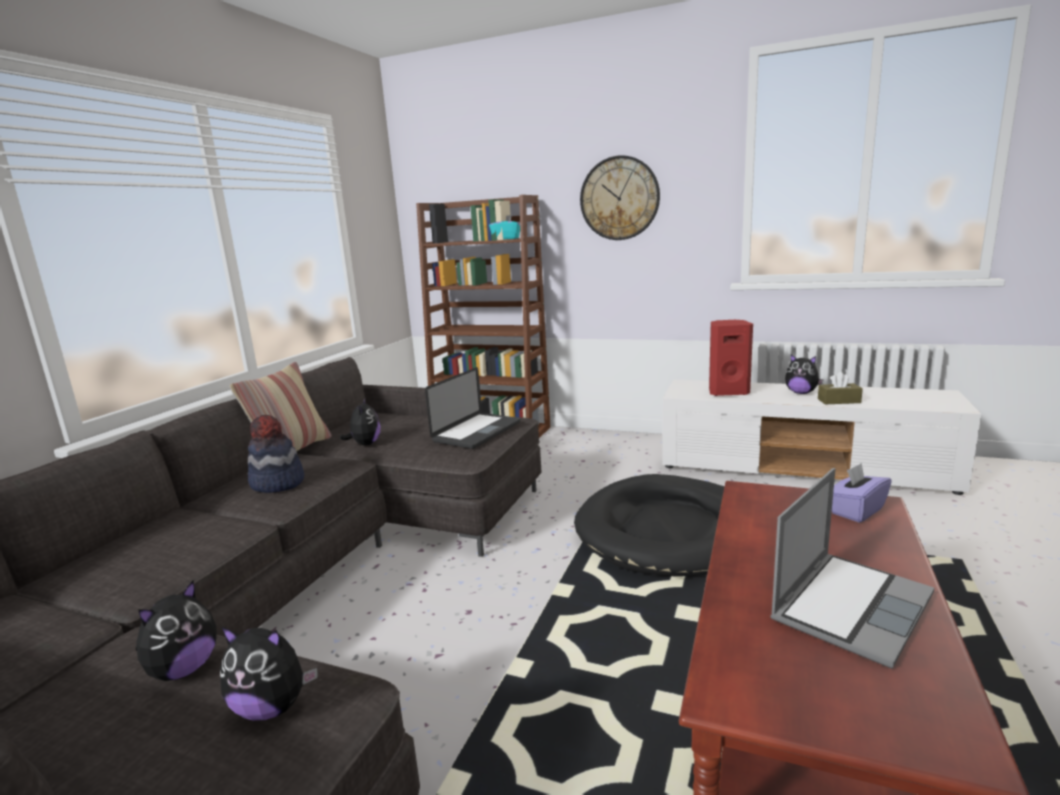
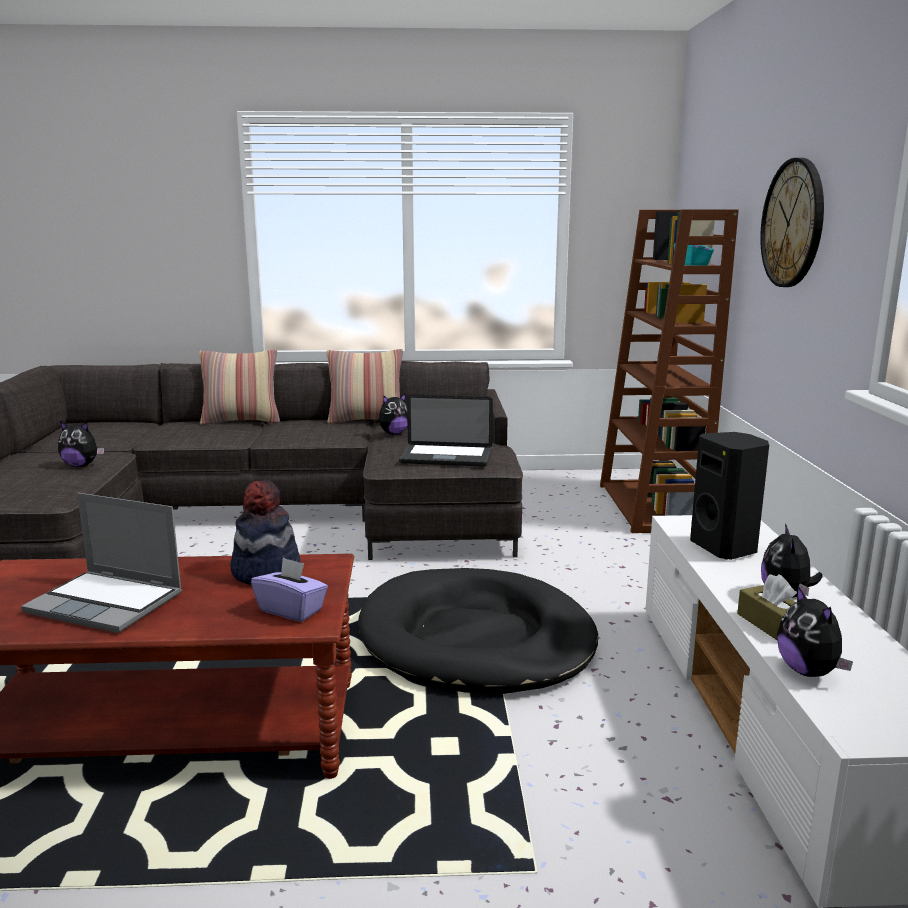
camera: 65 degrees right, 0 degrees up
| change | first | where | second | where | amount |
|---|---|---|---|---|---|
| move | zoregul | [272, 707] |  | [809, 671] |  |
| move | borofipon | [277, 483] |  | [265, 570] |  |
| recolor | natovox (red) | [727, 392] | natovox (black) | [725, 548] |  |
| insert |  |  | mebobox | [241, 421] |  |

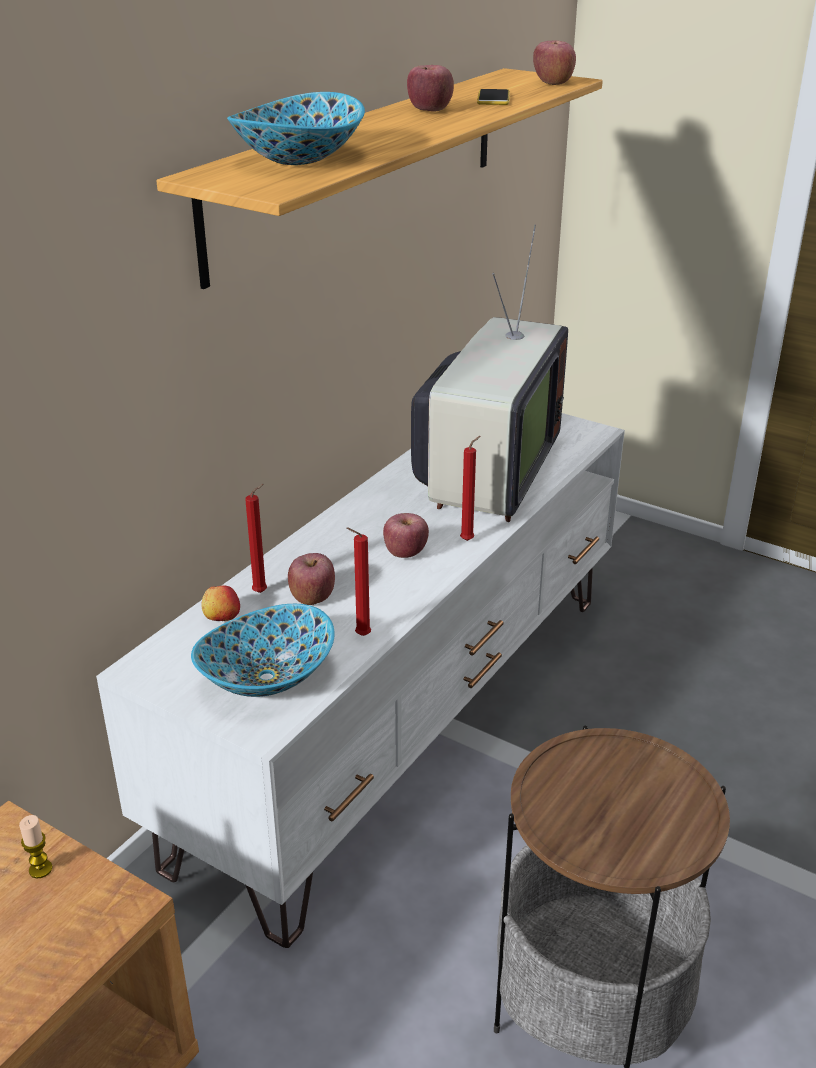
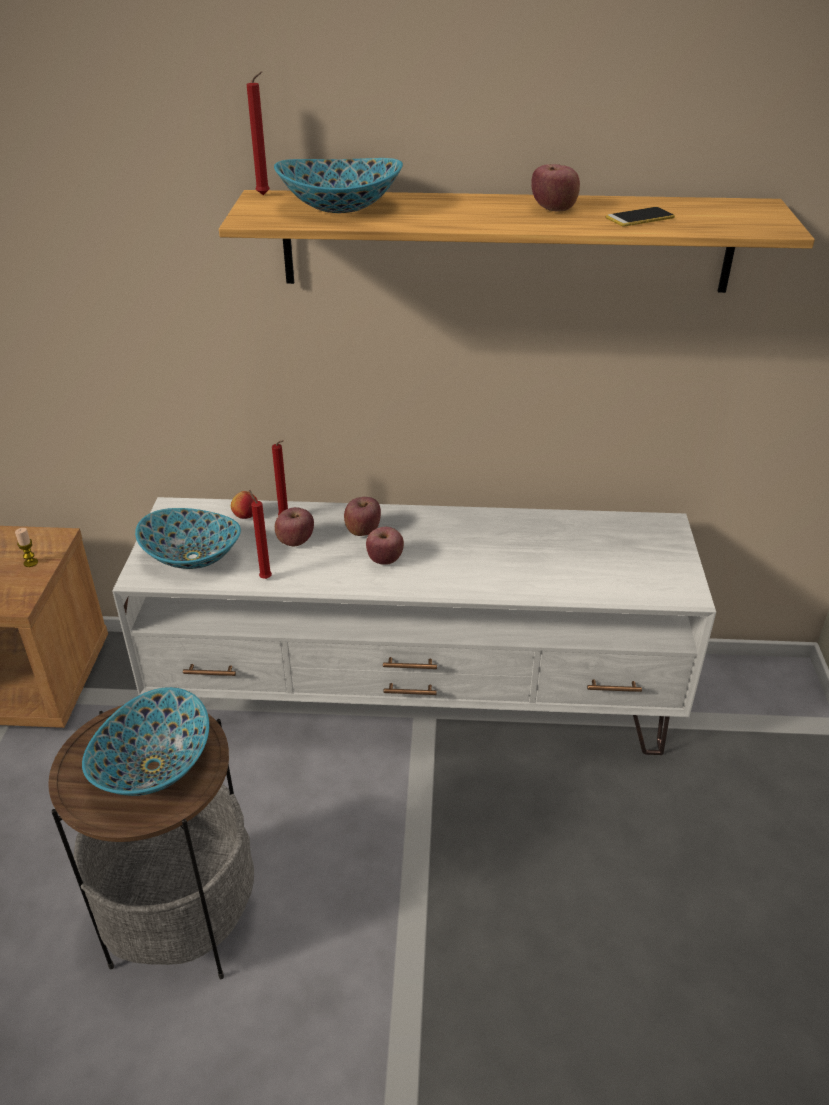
camera: 60 degrees right, 5 degrees up
| change | first | where | second | where | amount |
|---|---|---|---|---|---|
| delete | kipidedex | [486, 474] |  |  |  |
| move | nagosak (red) | [469, 540] |  | [265, 195] |  |
| move | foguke | [553, 83] |  | [363, 530] |  |
| insert |  |  | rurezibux | [155, 767] |  |

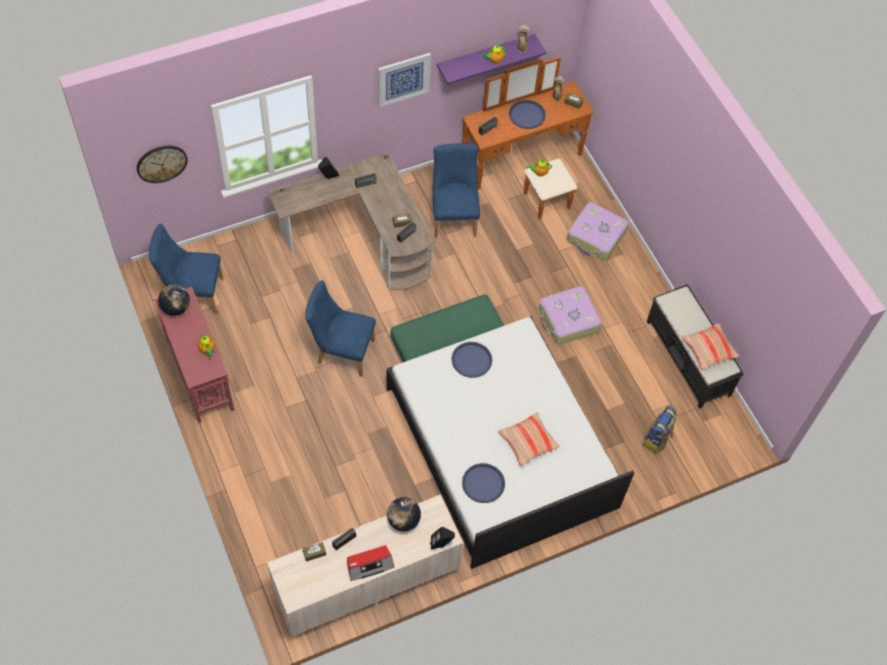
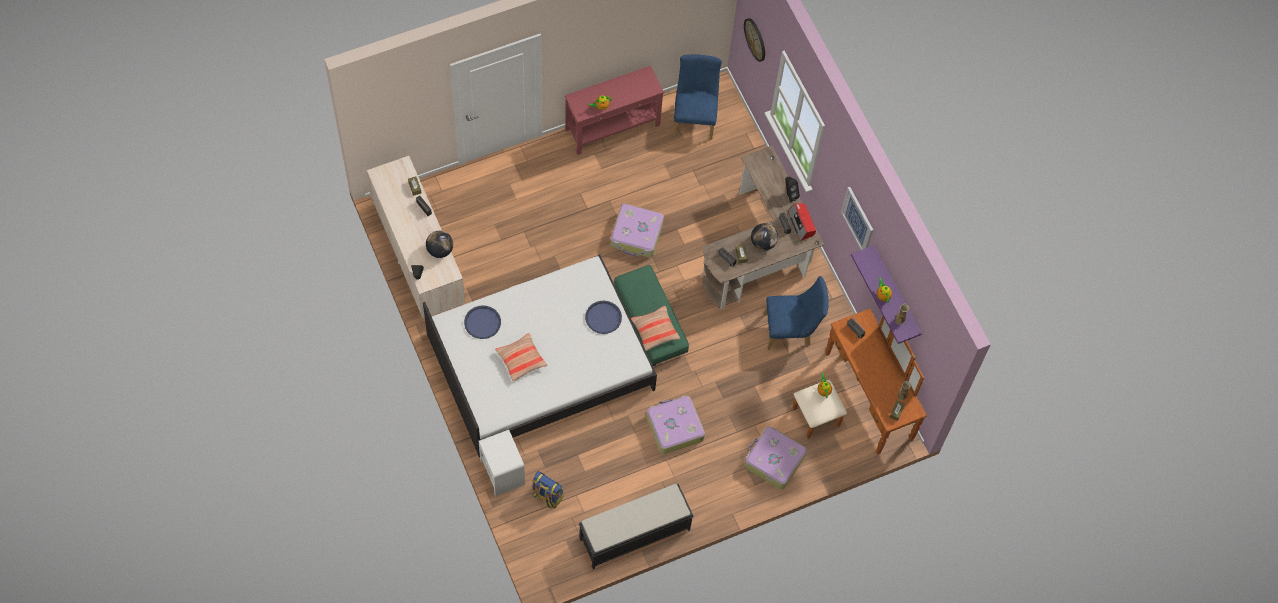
camera: 90 degrees right, 5 degrees up
| change | first | where | second | where | amount |
|---|---|---|---|---|---|
| move | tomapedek | [176, 308] |  | [763, 243] |  |
| replace | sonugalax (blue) | [341, 351] | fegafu | [636, 235] |  |
| move | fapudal | [369, 565] |  | [801, 224] |  |
| delete | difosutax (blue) | [527, 115] |  |  |  |
| move | mebobox | [708, 349] |  | [655, 330] |  |
| insert |  |  | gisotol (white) | [502, 472] |  |

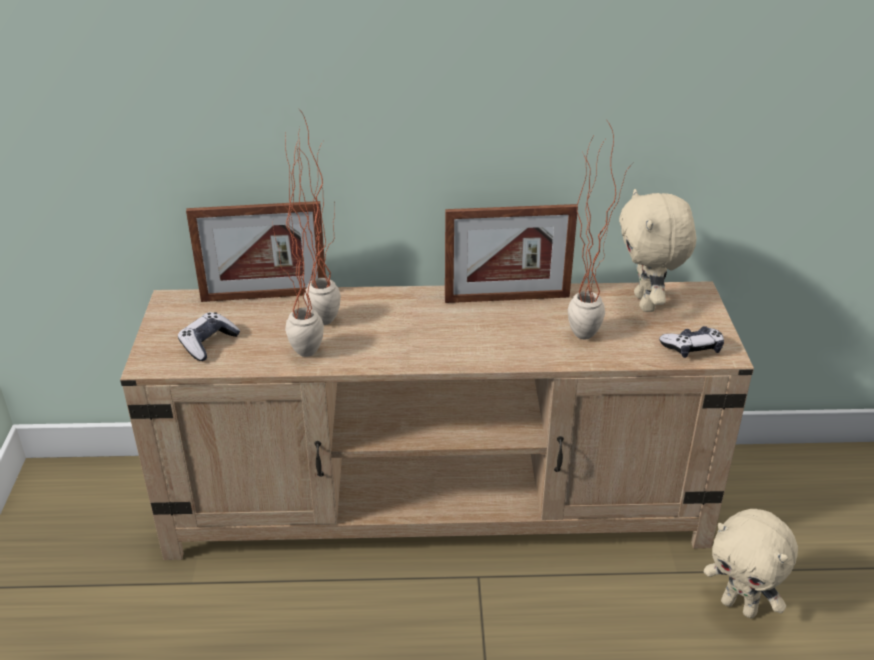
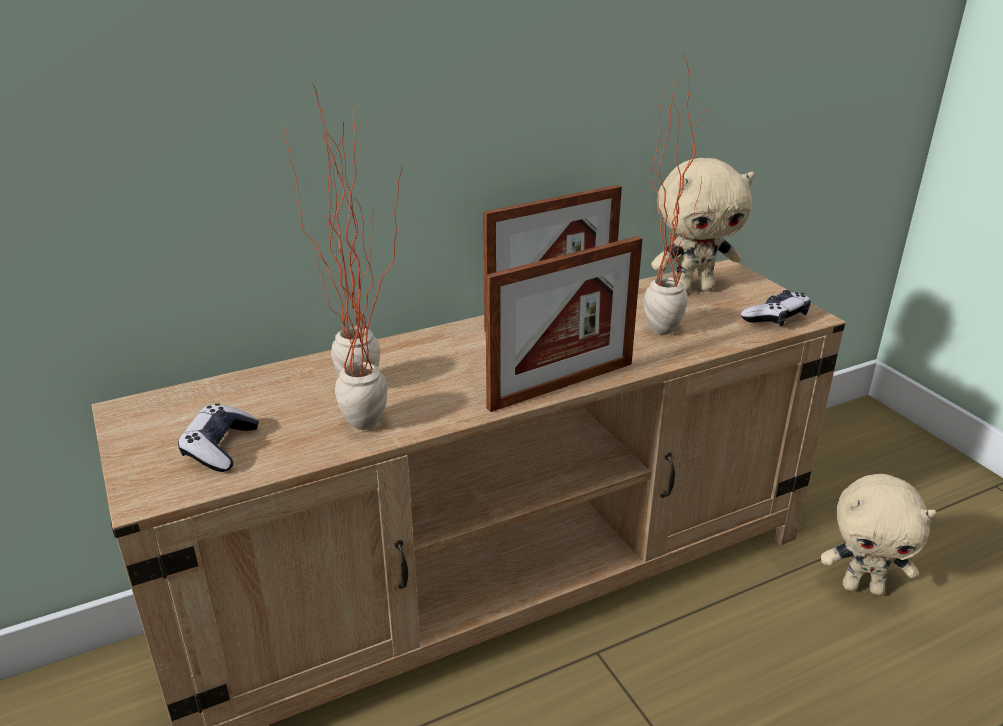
camera: 25 degrees left, 5 degrees down
| change | first | where | second | where | amount |
|---|---|---|---|---|---|
| move | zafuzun | [264, 296] |  | [562, 385] |  |
| rotate | zoregul (beige) | [647, 303] |  | [693, 289] | 75 degrees counterclockwise |

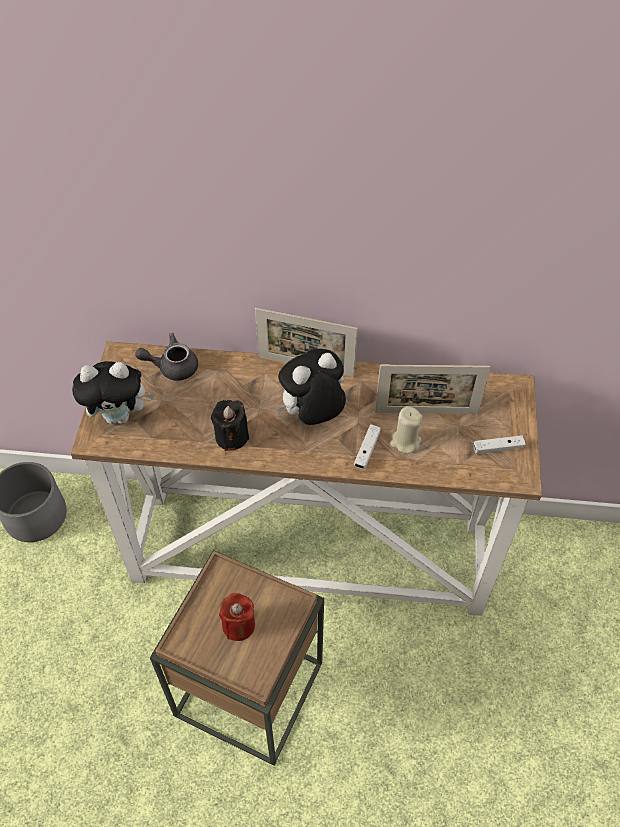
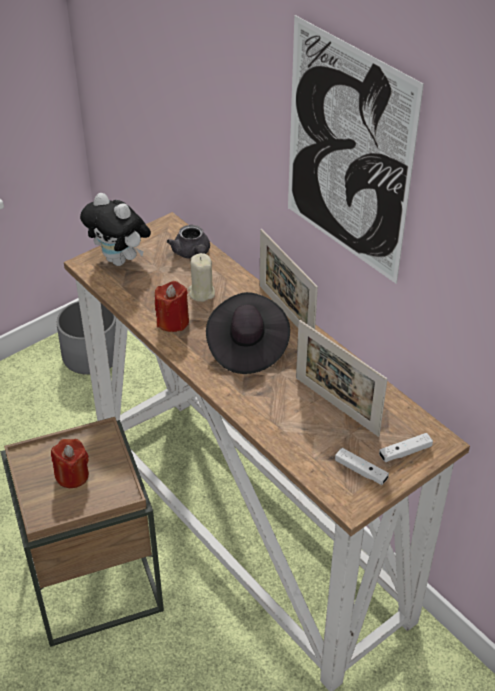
camera: 45 degrees right, 10 degrees down
| change | first | where | second | where | amount |
|---|---|---|---|---|---|
| rotate | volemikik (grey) | [172, 367] |  | [192, 254] | 150 degrees counterclockwise |
| recolor | nagosak (black) | [232, 437] | nagosak (red) | [173, 321] |  |
| replace | zoregul | [312, 415] | borofipon (black) | [247, 347] |  |
| move | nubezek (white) | [367, 450] |  | [405, 452] |  |
| move | nagosak (beige) | [405, 442] |  | [201, 293] |  |
| insert |  |  | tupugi | [347, 153] |  |

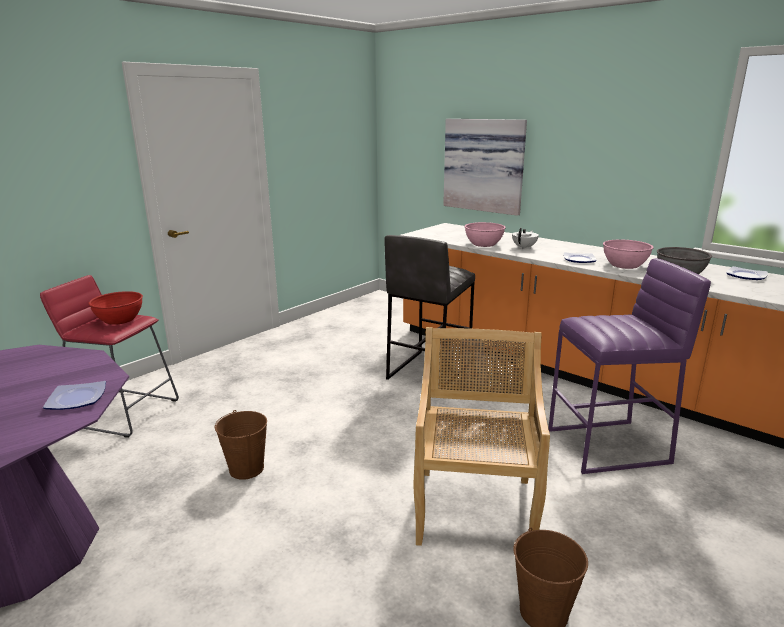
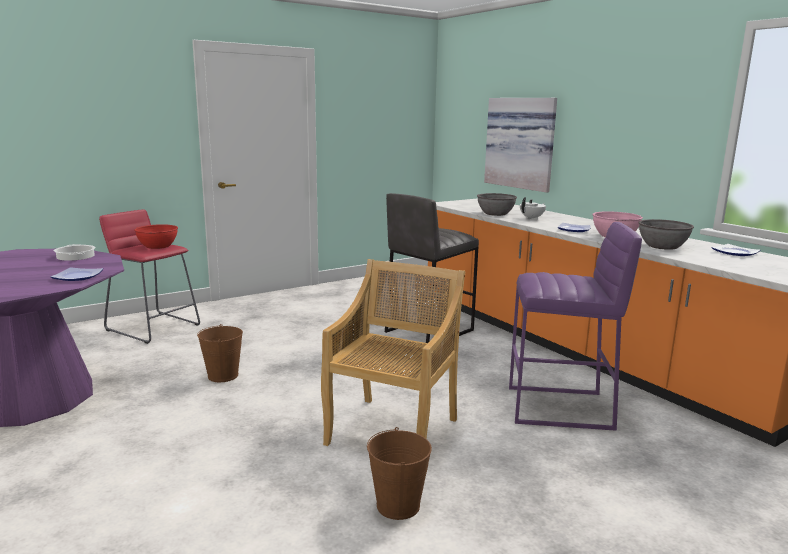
camera: 15 degrees right, 5 degrees down
| change | first | where | second | where | amount |
|---|---|---|---|---|---|
| recolor | rurezibux (pink) | [483, 244] | rurezibux (grey) | [495, 213] |  |
| insert |  |  | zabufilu | [75, 256] |  |

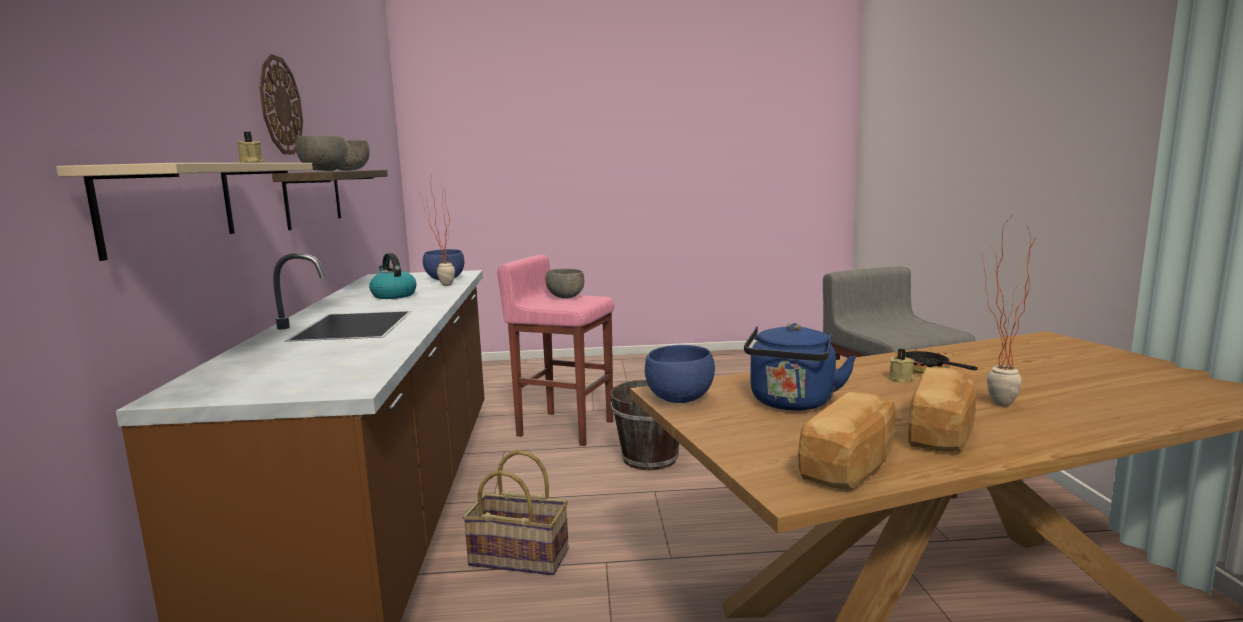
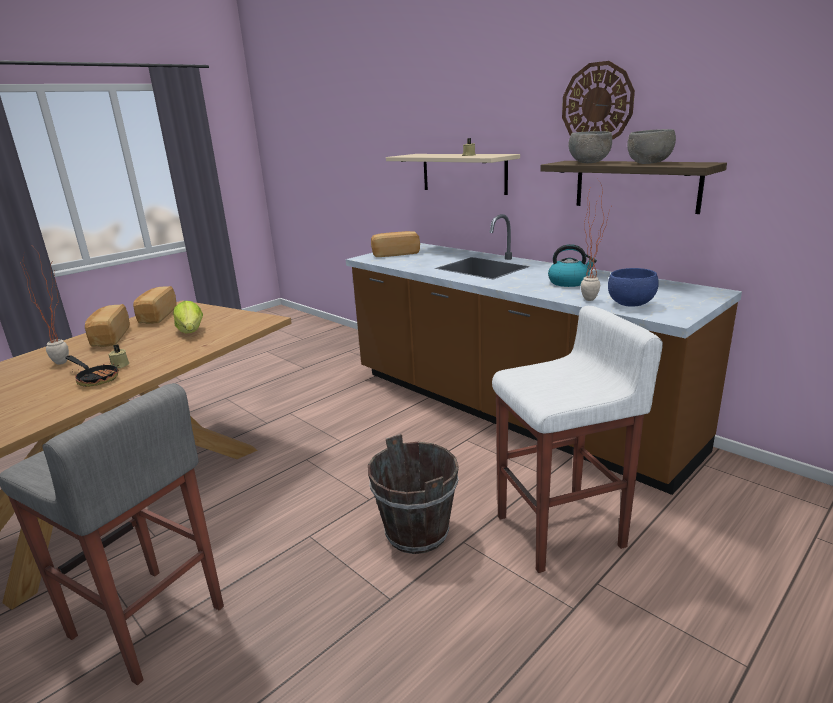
camera: 140 degrees right, 10 degrees up
| change | first | where | second | where | amount |
|---|---|---|---|---|---|
| delete | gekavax | [520, 556] |  |  |  |
| recolor | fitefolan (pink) | [565, 428] | fitefolan (white) | [562, 531] |  |
| delete | rurezibux (grey) | [565, 297] |  |  |  |
| delete | rurezibux (blue) | [679, 399] |  |  |  |
| replace | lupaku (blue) | [791, 403] | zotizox | [191, 331] |  |
| insert |  |  | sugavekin | [395, 253] |  |

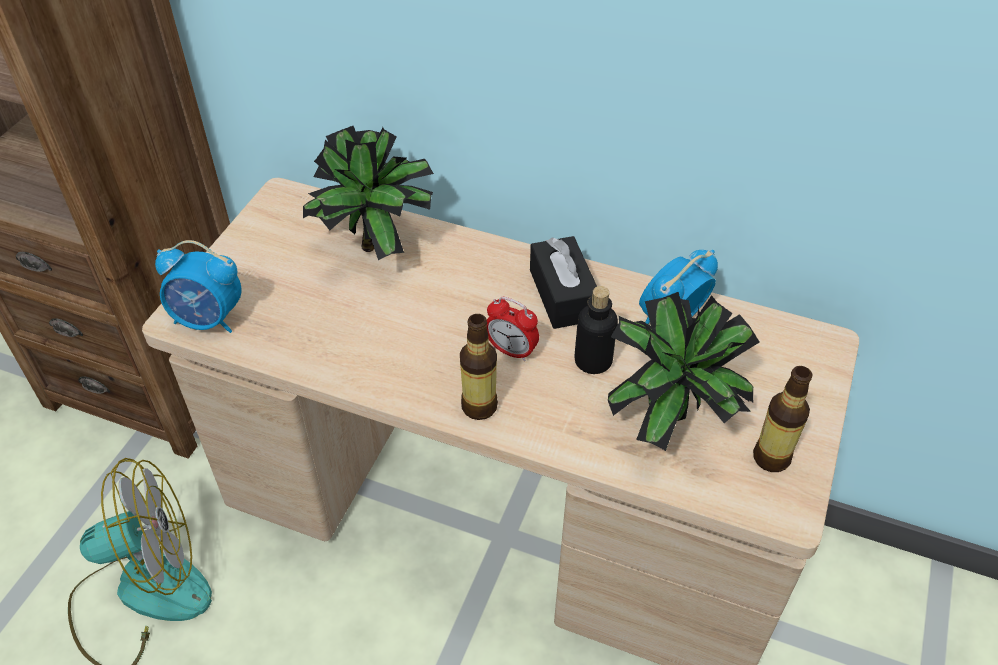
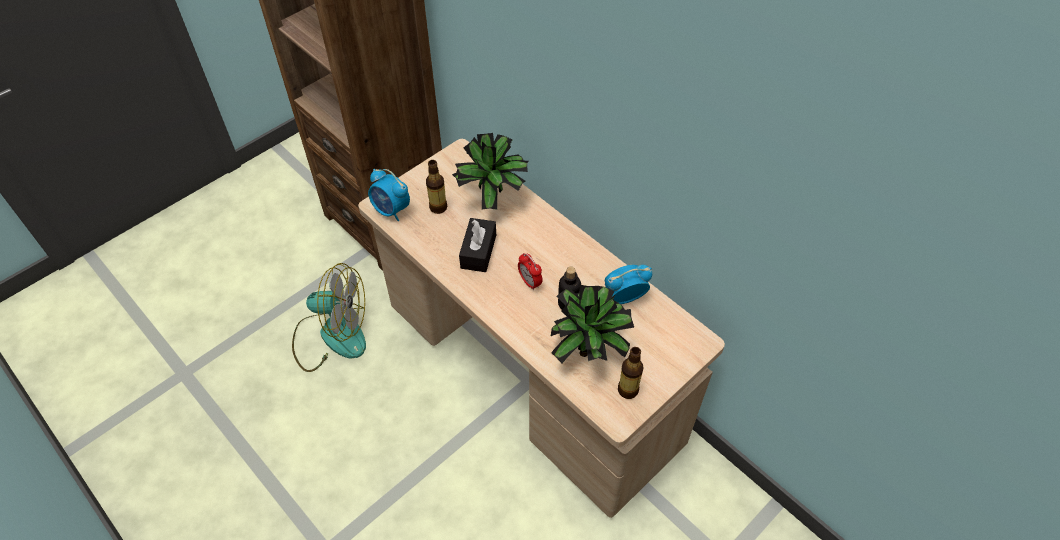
camera: 25 degrees right, 5 degrees up
| change | first | where | second | where | amount |
|---|---|---|---|---|---|
| move | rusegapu | [479, 406] |  | [438, 207] |  |
| move | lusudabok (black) | [563, 294] |  | [478, 251] |  |

